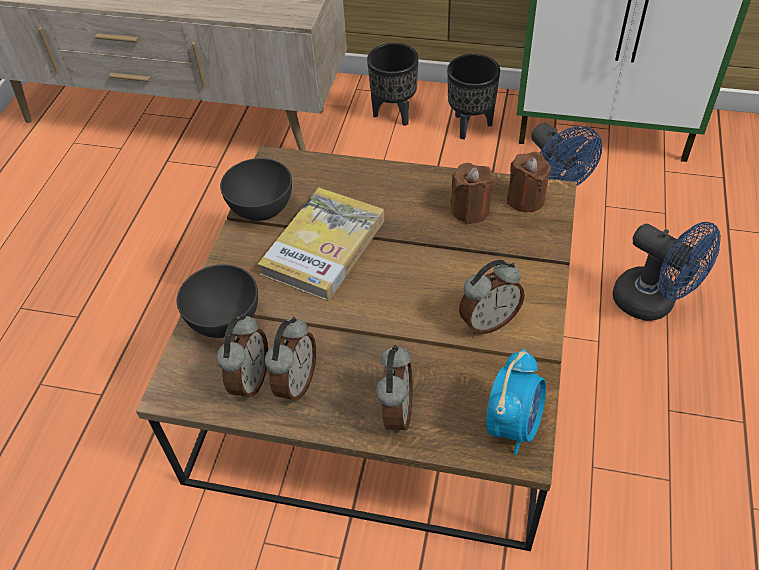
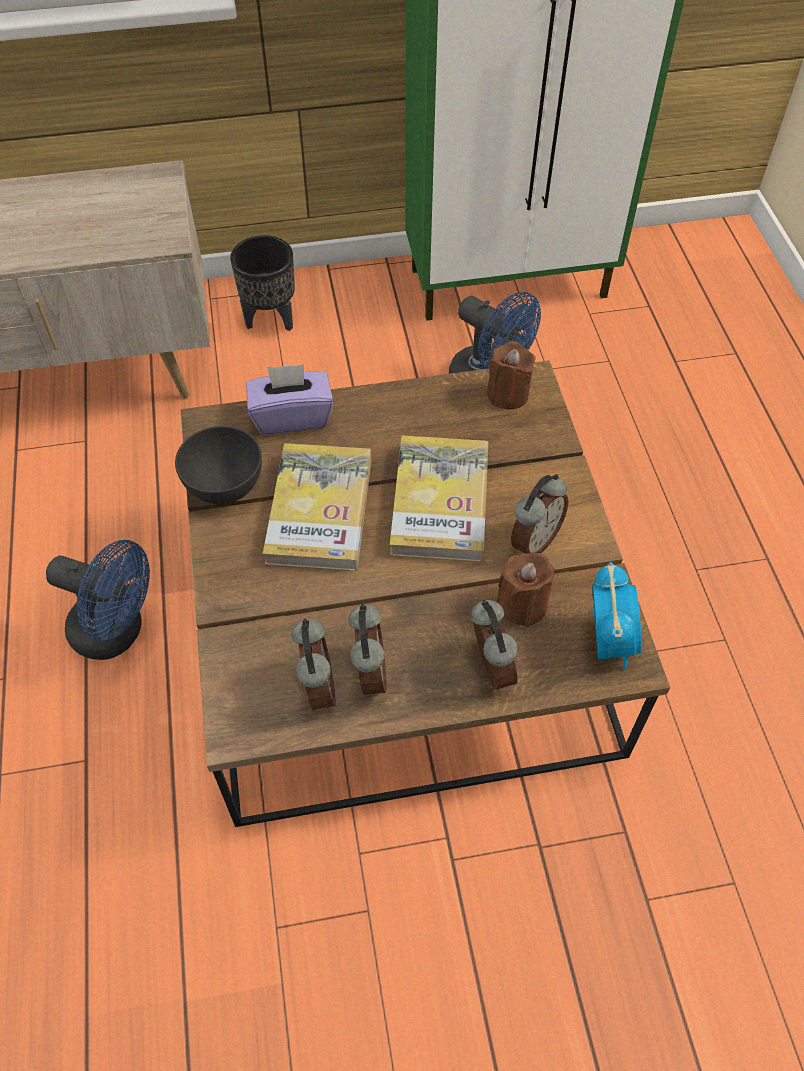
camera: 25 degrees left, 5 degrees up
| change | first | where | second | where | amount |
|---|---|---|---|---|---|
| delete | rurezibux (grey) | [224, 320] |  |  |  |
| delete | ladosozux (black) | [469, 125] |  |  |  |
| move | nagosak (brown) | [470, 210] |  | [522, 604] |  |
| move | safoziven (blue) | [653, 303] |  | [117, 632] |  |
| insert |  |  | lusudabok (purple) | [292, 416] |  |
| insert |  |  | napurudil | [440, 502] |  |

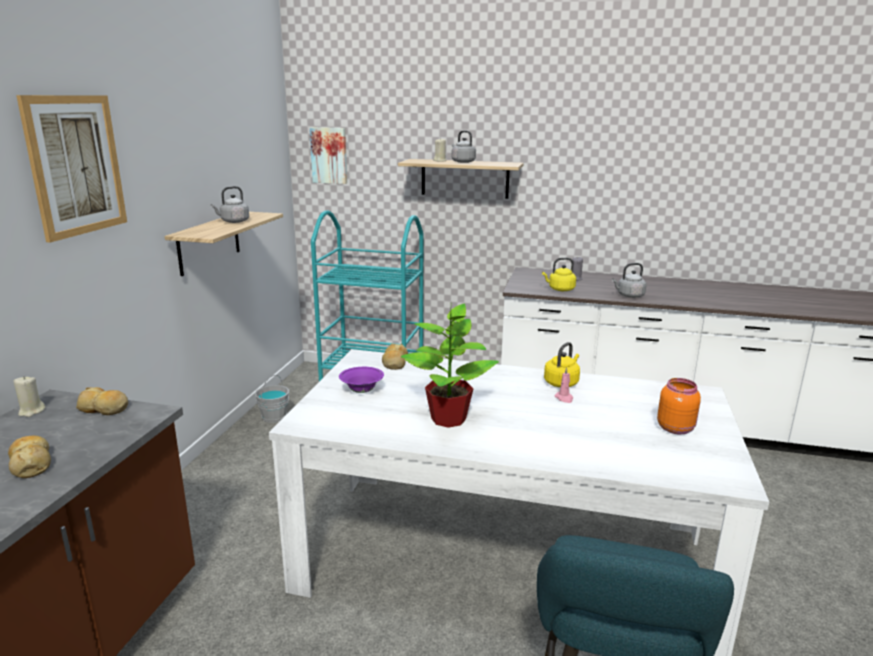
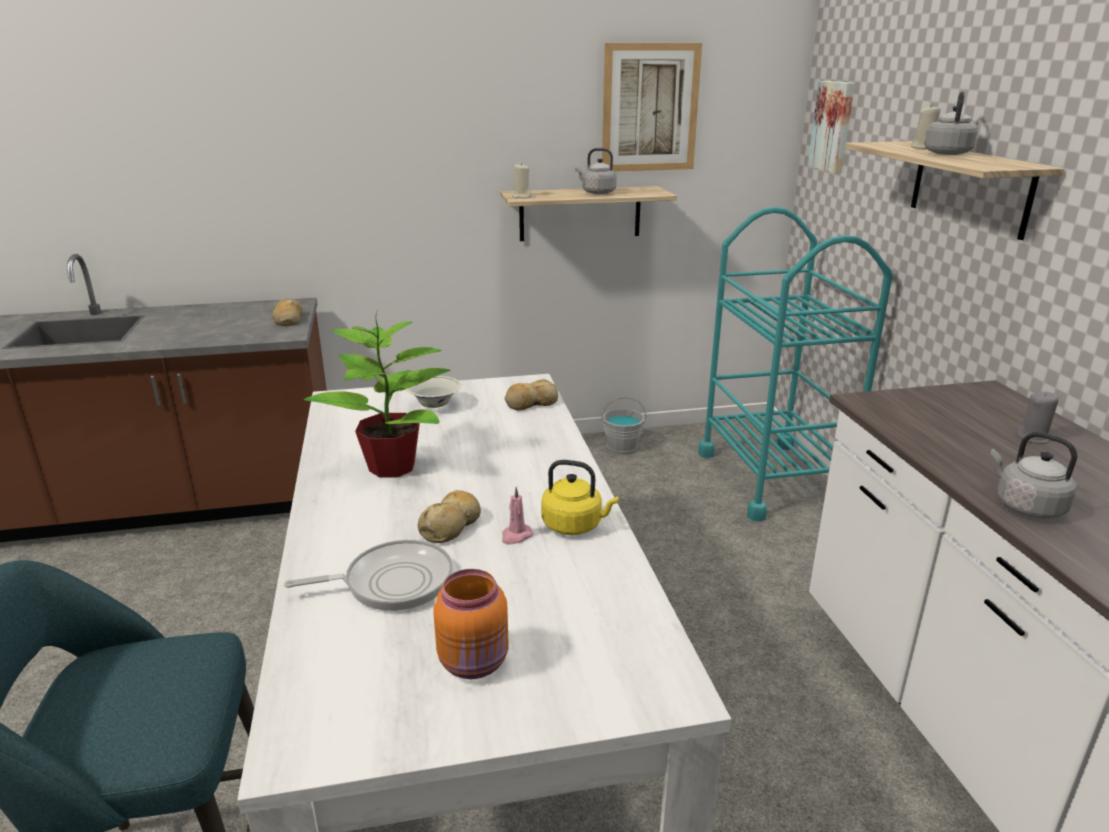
camera: 65 degrees right, 5 degrees up
| change | first | where | second | where | amount |
|---|---|---|---|---|---|
| move | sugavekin | [31, 464] |  | [452, 525] |  |
| move | nagosak (beige) | [31, 411] |  | [521, 197] |  |
| move | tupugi | [76, 165] |  | [650, 108] |  |
| recolor | rurezibux (purple) | [362, 391] | rurezibux (white) | [434, 405] |  |
| delete | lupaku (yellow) | [560, 289] |  |  |  |
| insert |  |  | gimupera | [392, 582] |  |

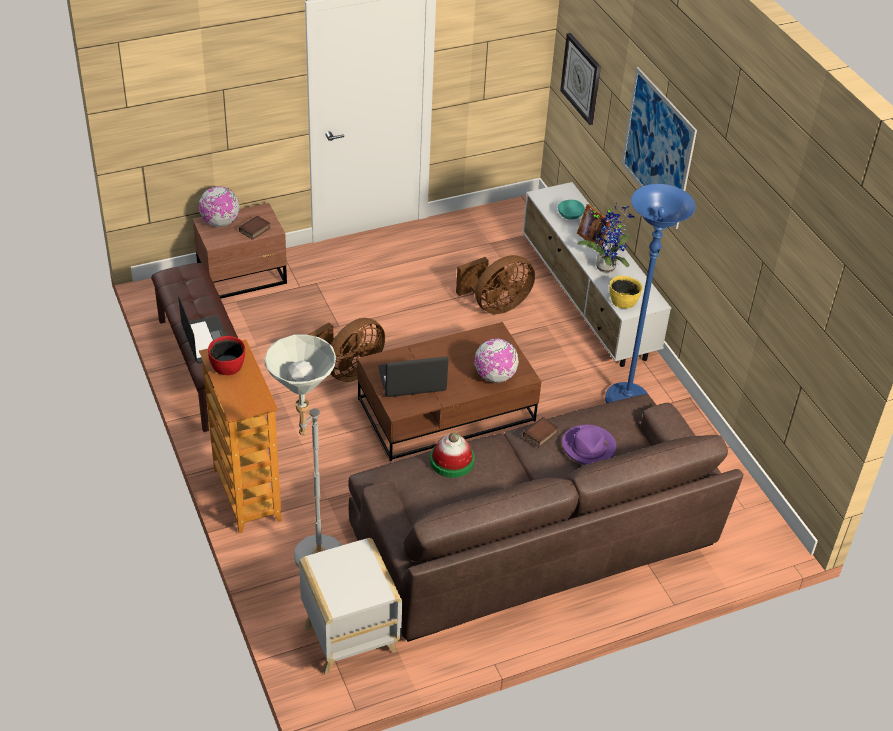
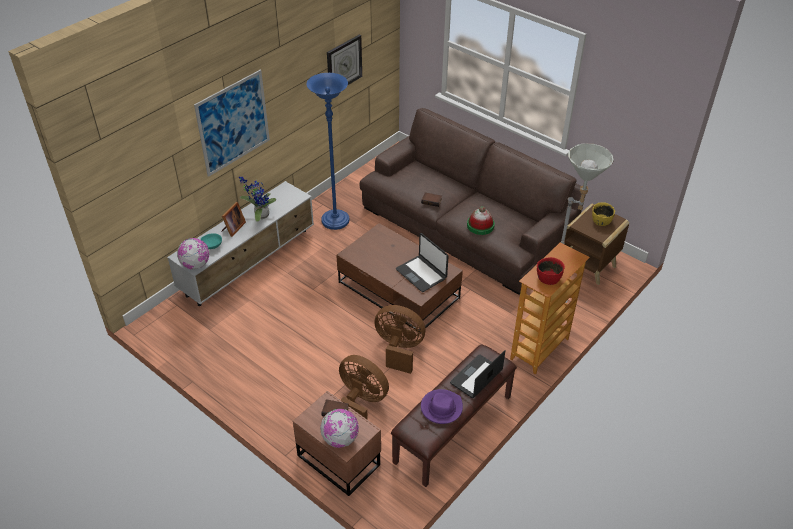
camera: 115 degrees left, 0 degrees up
| change | first | where | second | where | amount |
|---|---|---|---|---|---|
| recolor | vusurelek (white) | [349, 639] | vusurelek (brown) | [589, 266] |  |
| move | safoziven (brown) | [496, 305] |  | [361, 401] |  |
| move | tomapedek | [495, 376] |  | [196, 265] |  |
| move | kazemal | [581, 78] |  | [344, 64] |  |
| move | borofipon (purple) | [589, 447] |  | [441, 408] |  |
| move | rurezibux (yellow) | [623, 300] |  | [601, 220] |  |

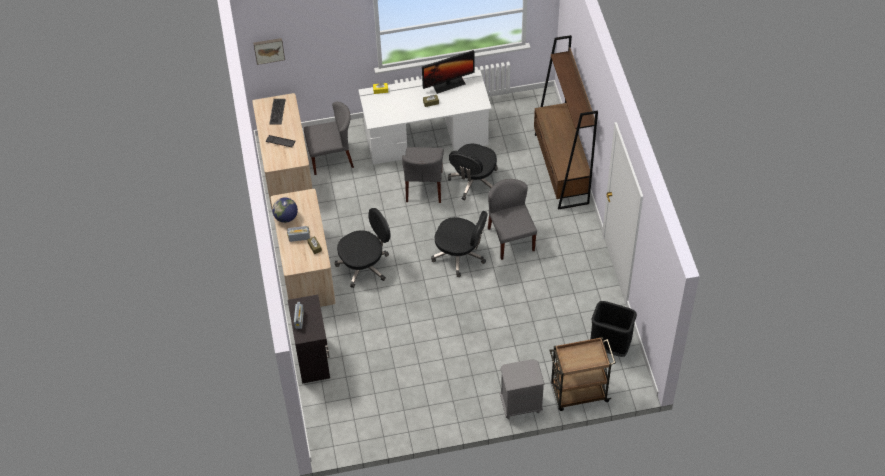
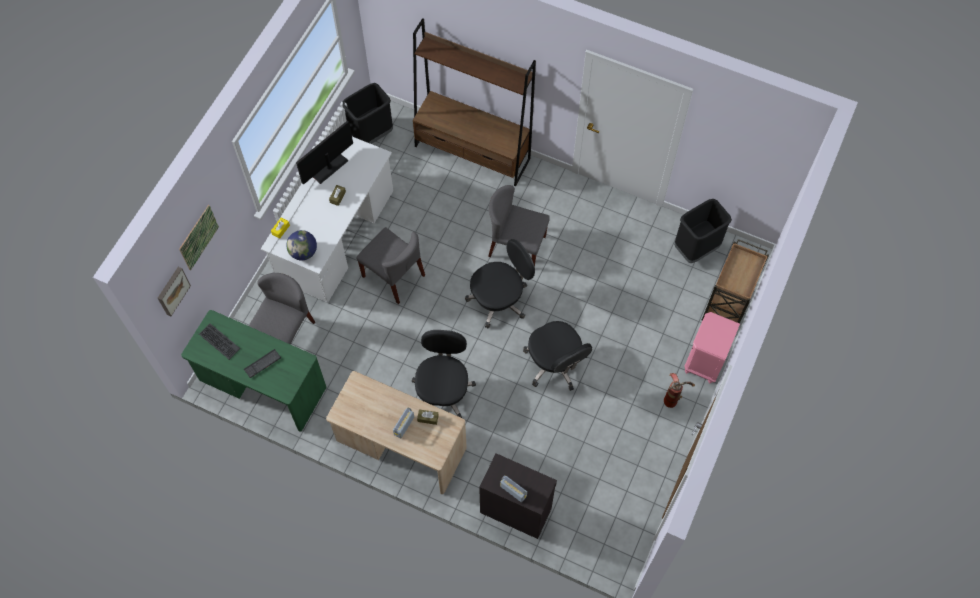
camera: 55 degrees left, 10 degrees up
| change | first | where | second | where | amount |
|---|---|---|---|---|---|
| recolor | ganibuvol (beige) | [286, 170] | ganibuvol (green) | [262, 386] |  |
| move | tomapedek | [286, 217] |  | [303, 252] |  |
| rotate | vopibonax | [448, 84] |  | [328, 167] | 150 degrees counterclockwise |
| move | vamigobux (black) | [473, 181] |  | [555, 364] |  |
| recolor | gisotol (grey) | [520, 405] | gisotol (pink) | [705, 362] |  |
| insert |  |  | tupugi | [198, 237] |  |
| insert |  |  | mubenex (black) | [371, 134] |  |
| insert |  |  | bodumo | [674, 397] |  |

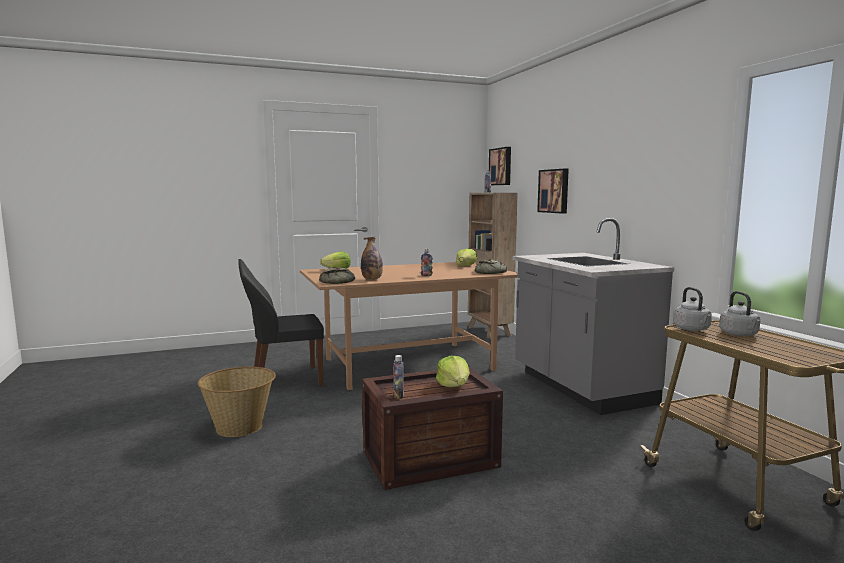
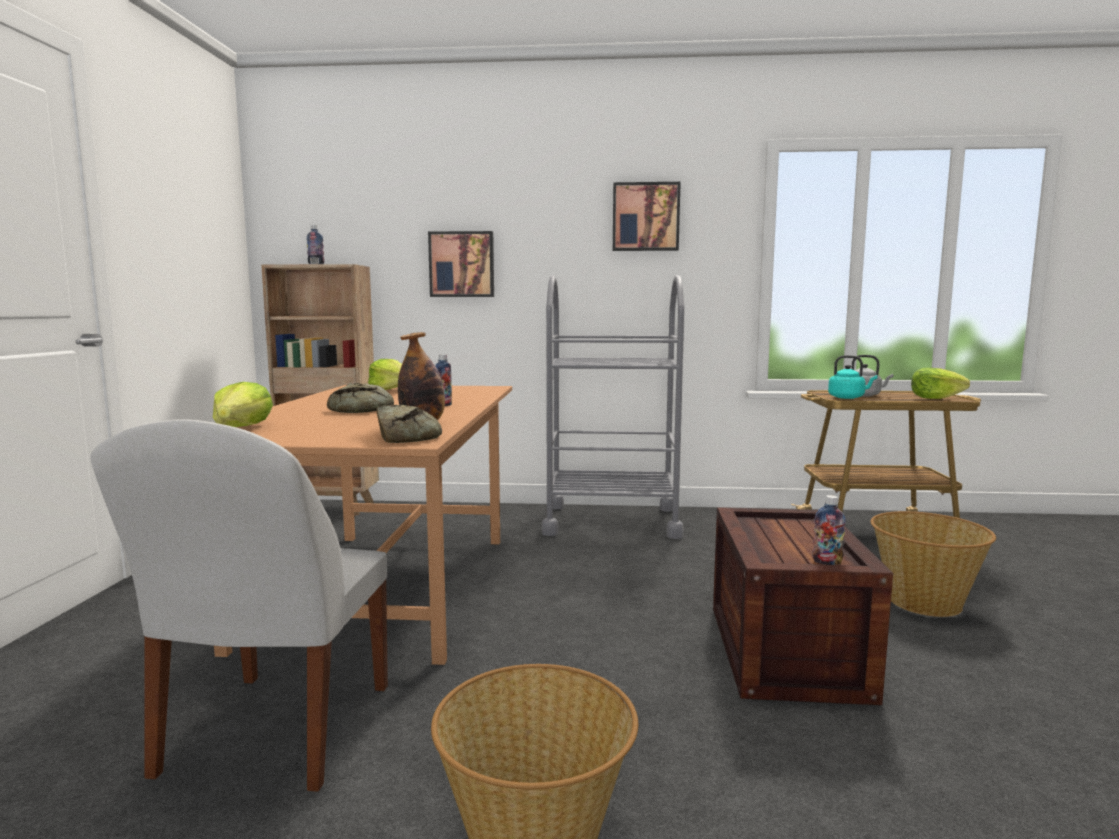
camera: 65 degrees left, 0 degrees up
| change | first | where | second | where | amount |
|---|---|---|---|---|---|
| recolor | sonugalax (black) | [284, 379] | sonugalax (white) | [274, 733] |  |
| move | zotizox | [454, 386] |  | [935, 398] |  |
| move | sugavekin | [490, 273] |  | [363, 409] |  |
| move | tupugi | [501, 166] |  | [645, 217] |  |
| replace | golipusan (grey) | [580, 387] | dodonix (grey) | [611, 521] |  |
| recolor | lupaku (grey) | [692, 329] | lupaku (turquoise) | [848, 397] |  |
| insert |  |  | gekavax | [924, 601] |  |

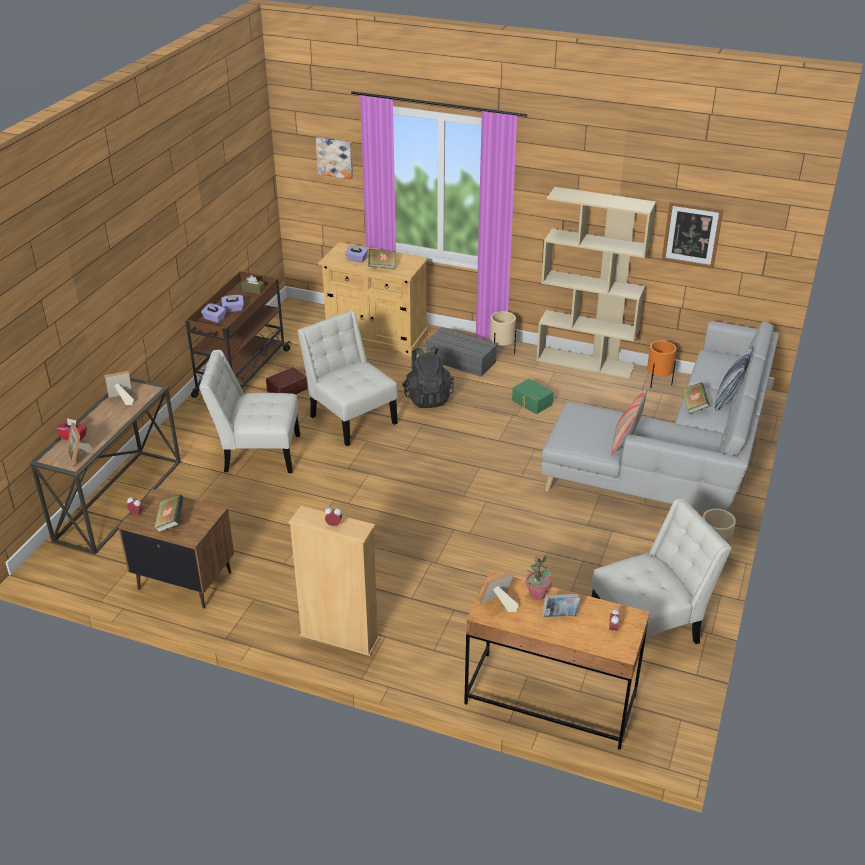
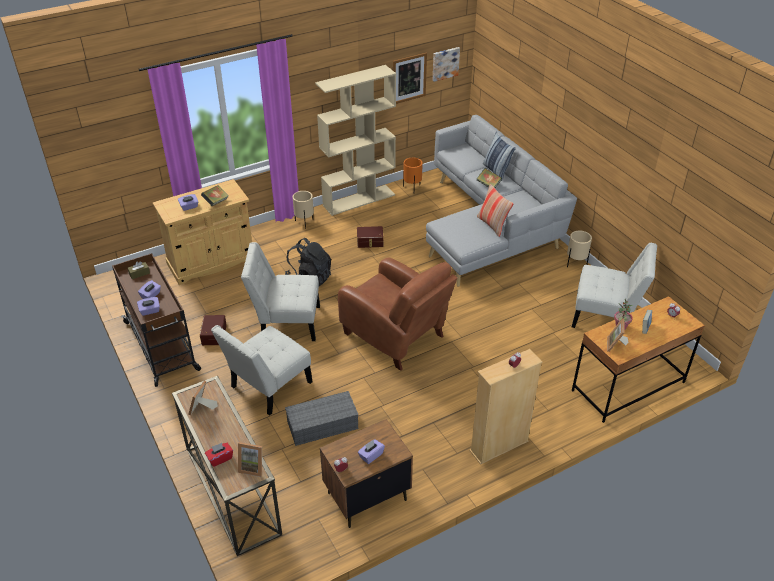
camera: 50 degrees left, 5 degrees up
| change | first | where | second | where | amount |
|---|---|---|---|---|---|
| replace | napurudil | [170, 522] | lusudabok (purple) | [371, 455] |  |
| move | tupugi | [335, 157] |  | [445, 63] |  |
| move | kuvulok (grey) | [460, 360] |  | [321, 426] |  |
| recolor | kuvulok (green) | [531, 403] | kuvulok (brown) | [370, 242] |  |
| rotate | sonugalax (white) | [649, 627] |  | [606, 317] | 90 degrees clockwise |
| insert |  |  | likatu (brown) | [396, 336] |  |

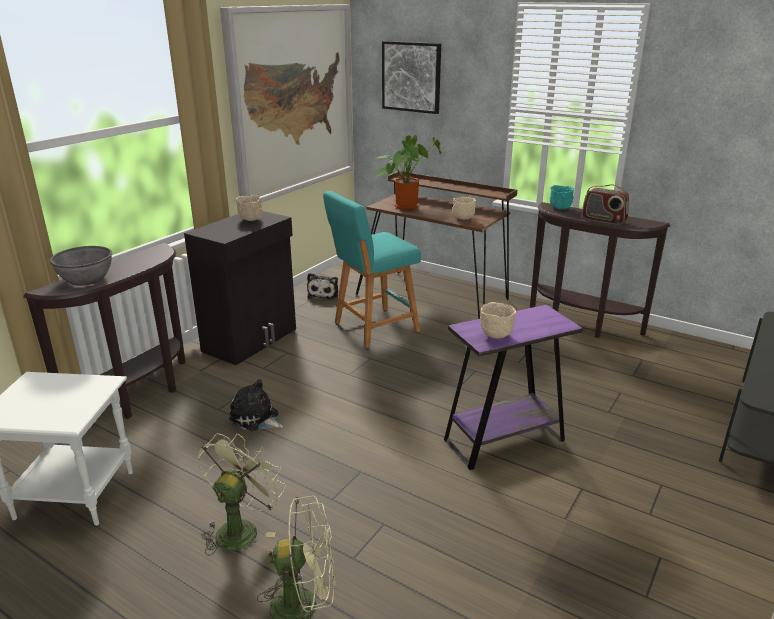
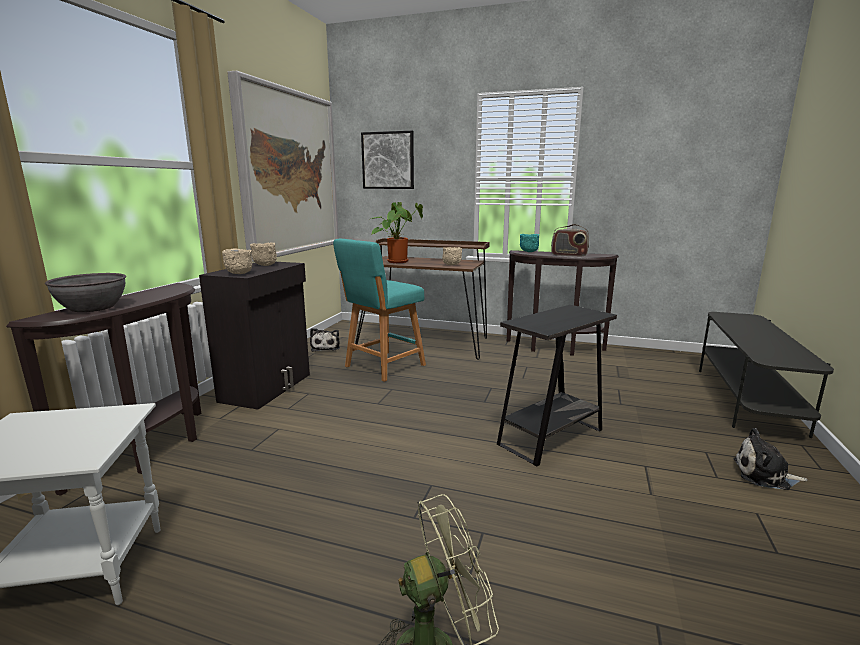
camera: 15 degrees left, 10 degrees down
| change | first | where | second | where | amount |
|---|---|---|---|---|---|
| delete | safoziven (green) | [240, 528] |  |  |  |
| move | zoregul | [256, 419] |  | [765, 475] |  |
| recolor | vusurelek (purple) | [504, 440] | vusurelek (black) | [550, 437] |  |
| move | rurezibux (beige) | [495, 336] |  | [239, 274] |  |

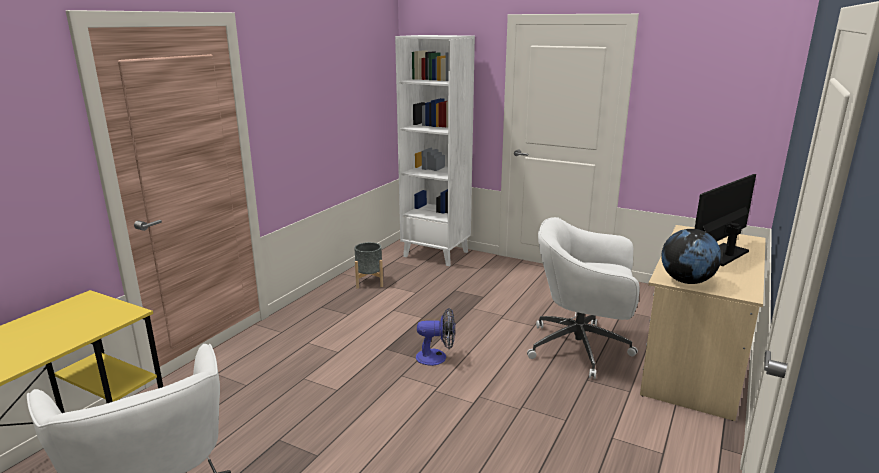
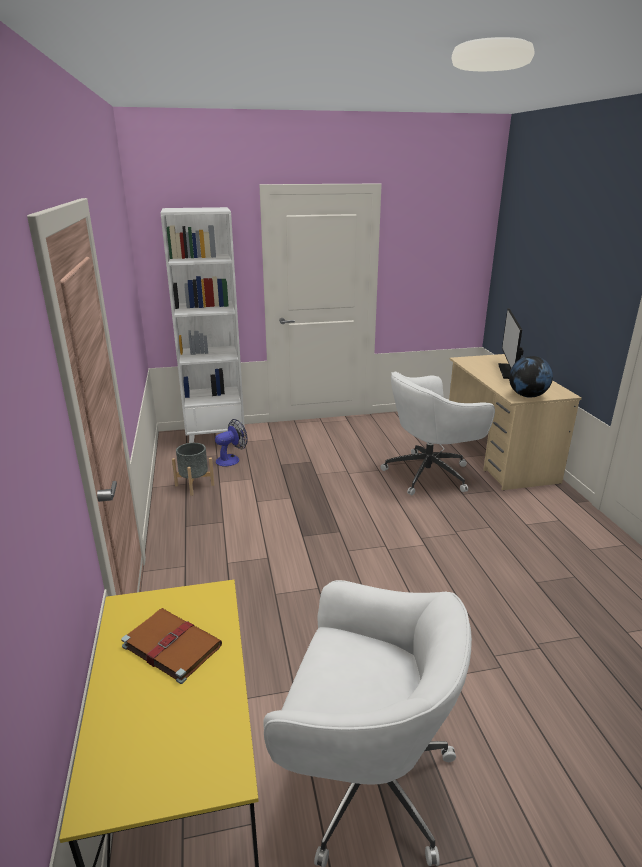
camera: 40 degrees left, 5 degrees up
| change | first | where | second | where | amount |
|---|---|---|---|---|---|
| move | safoziven | [437, 357] |  | [231, 459] |  |
| insert |  |  | napurudil (brown) | [170, 645] |  |

